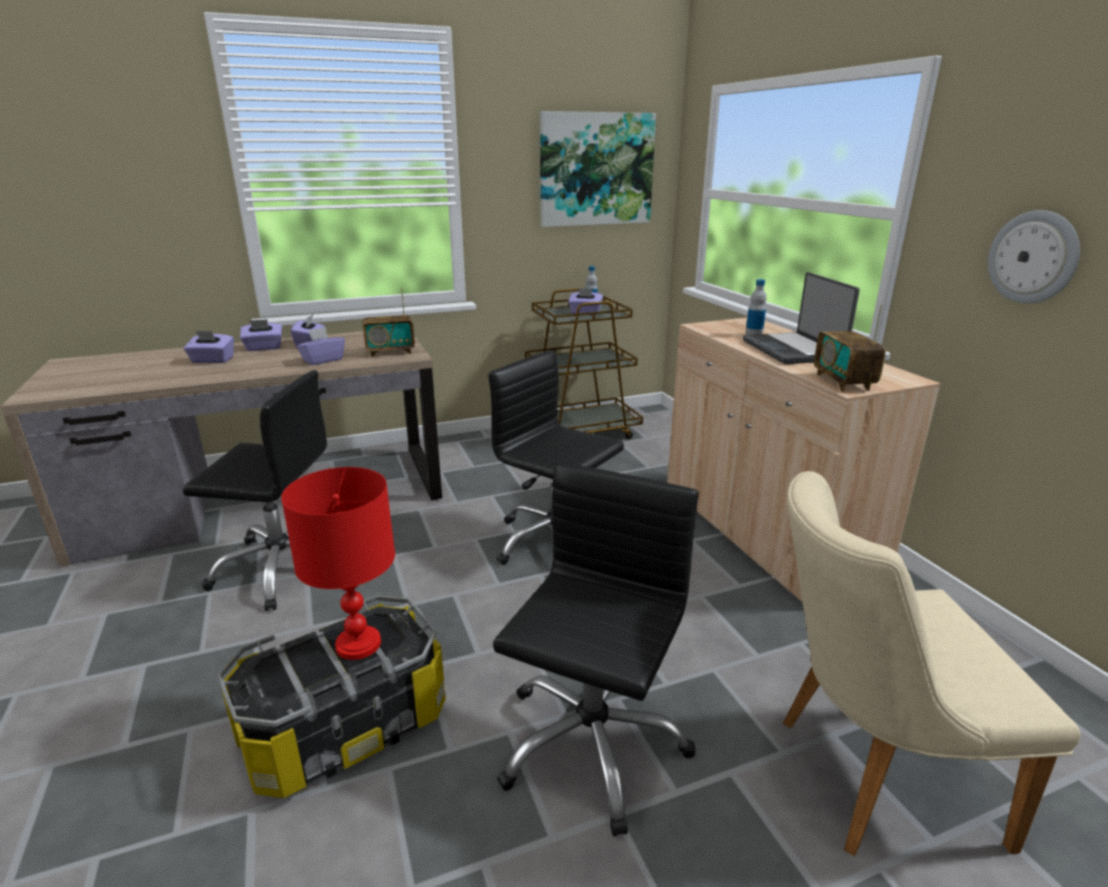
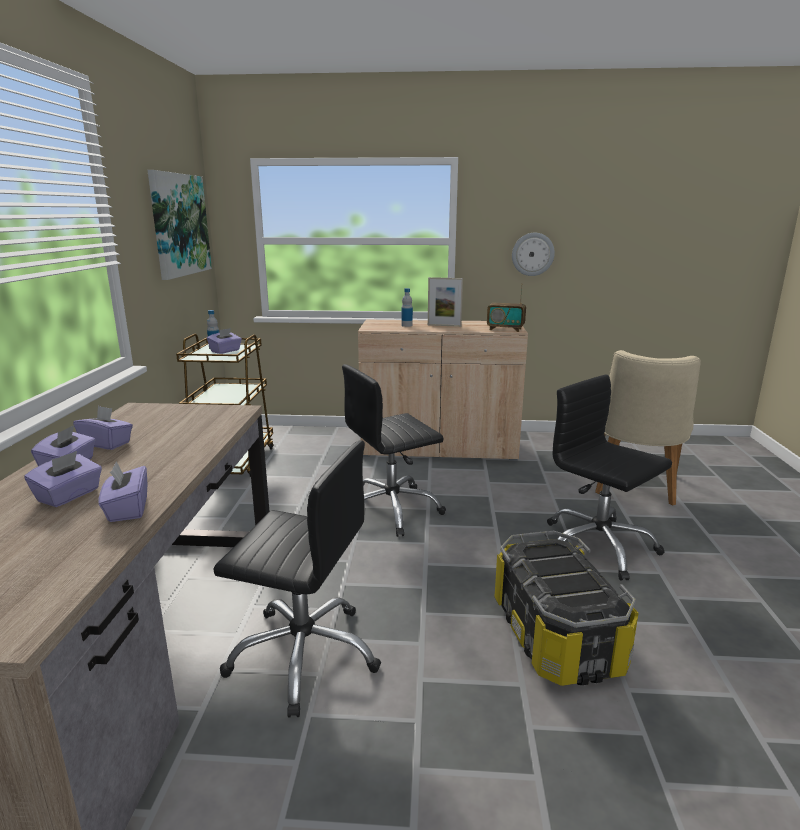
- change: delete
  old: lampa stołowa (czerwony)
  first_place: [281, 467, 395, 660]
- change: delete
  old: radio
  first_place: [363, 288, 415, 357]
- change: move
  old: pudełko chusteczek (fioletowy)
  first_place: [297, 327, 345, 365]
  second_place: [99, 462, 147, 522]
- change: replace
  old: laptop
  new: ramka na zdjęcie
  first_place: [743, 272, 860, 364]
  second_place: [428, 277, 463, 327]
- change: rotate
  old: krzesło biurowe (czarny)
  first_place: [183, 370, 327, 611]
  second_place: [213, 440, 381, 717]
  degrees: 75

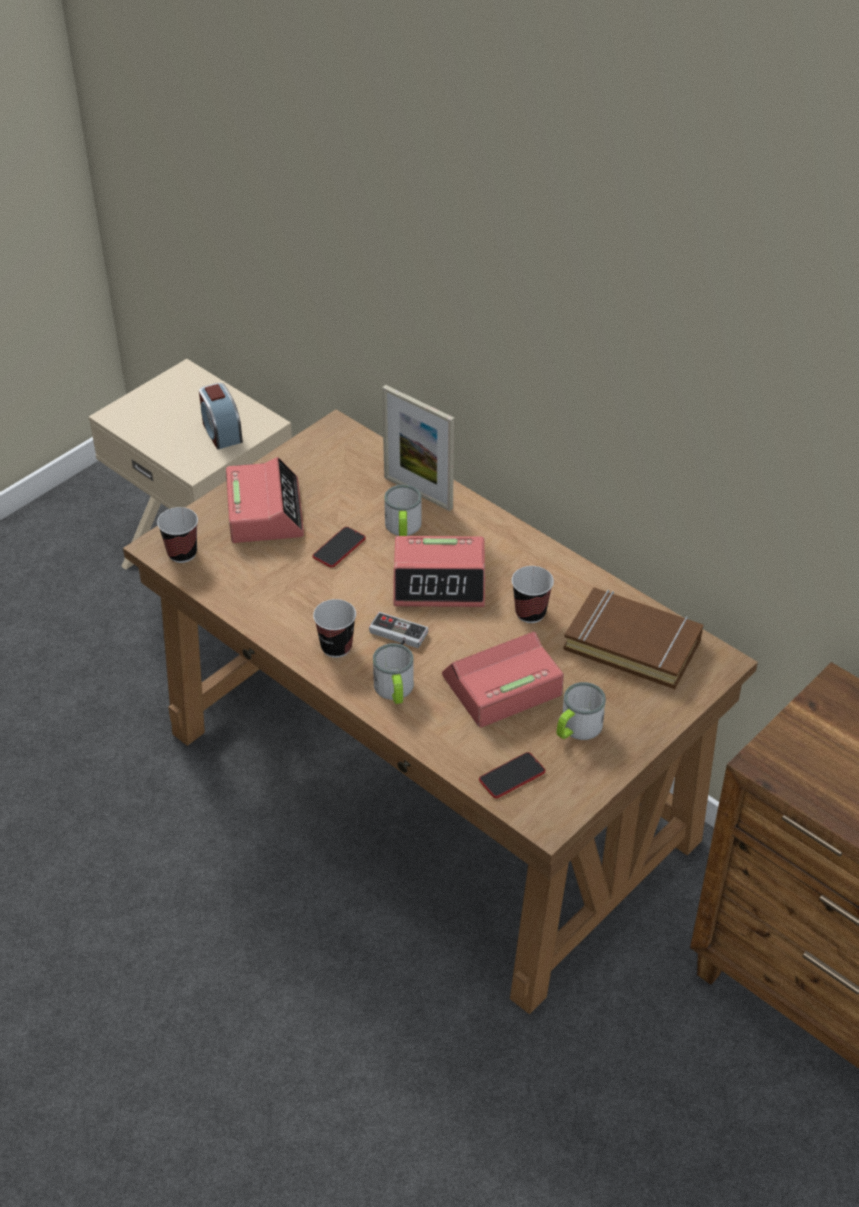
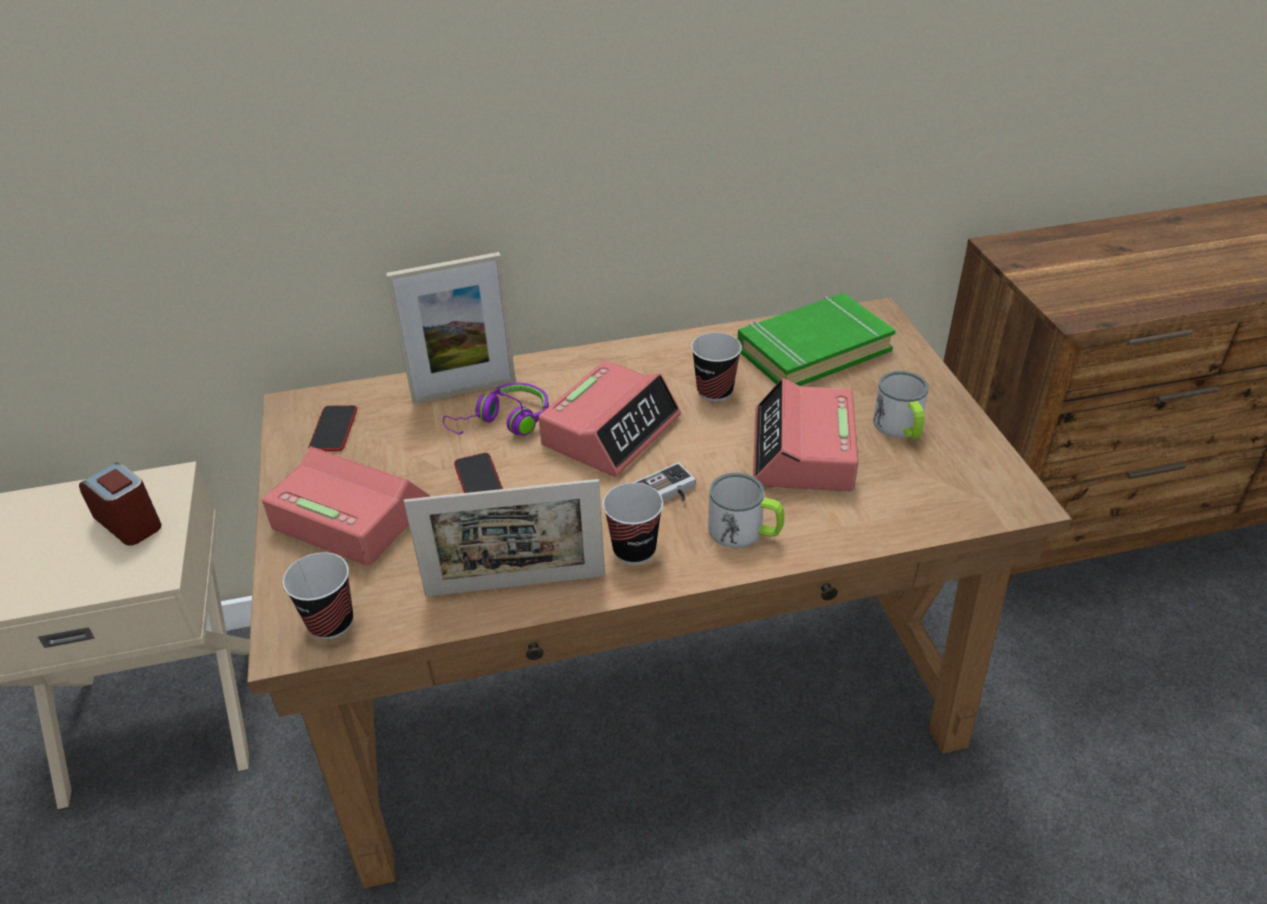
- change: insert
  new: ramka na zdjęcie
  second_place: [404, 479, 605, 596]
- change: move
  old: telefon
  first_place: [479, 752, 545, 798]
  second_place: [308, 405, 357, 452]
- change: replace
  old: kubek
  new: słuchawki (fioletowy)
  first_place: [384, 485, 422, 536]
  second_place: [443, 382, 549, 436]
- change: recolor
  old: książka (brązowy)
  new: książka (zielony)
  first_place: [563, 588, 703, 689]
  second_place: [738, 293, 896, 386]
- change: rotate
  old: budzik
  first_place: [199, 383, 243, 449]
  second_place: [79, 462, 161, 546]
  degrees: -150

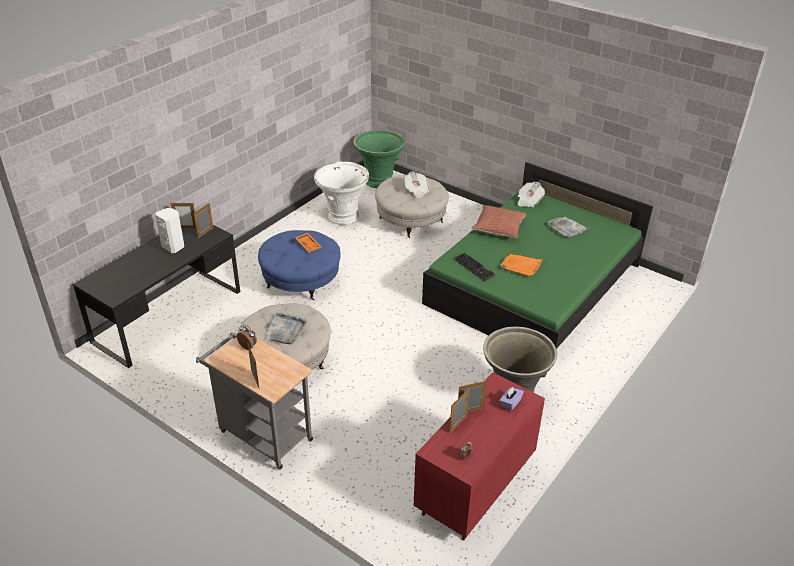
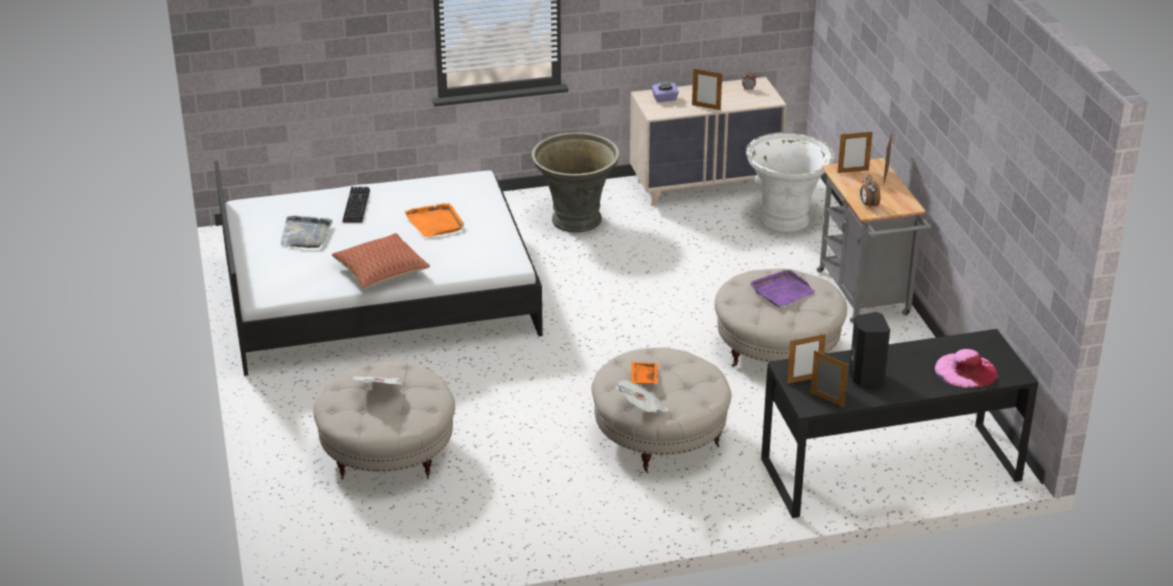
- change: delete
  old: donica (zielony)
  first_place: [354, 130, 405, 188]
- change: insert
  new: kapelusz (różowy)
  second_place: [935, 349, 998, 389]
- change: move
  old: donica (biały)
  first_place: [314, 162, 369, 225]
  second_place: [746, 132, 834, 232]
- change: move
  old: ramka na zdjęcie
  first_place: [449, 388, 470, 433]
  second_place: [837, 131, 873, 173]
- change: move
  old: klawiatura
  first_place: [454, 253, 495, 281]
  second_place: [343, 186, 370, 223]
- change: move
  old: gazeta
  first_place: [517, 182, 545, 207]
  second_place: [616, 380, 669, 413]
- change: recolor
  old: głośnik (biały)
  new: głośnik (czarny)
  first_place: [155, 208, 184, 253]
  second_place: [849, 312, 890, 386]
- change: recolor
  old: pufa (niebieski)
  new: pufa (beżowy)
  first_place: [258, 230, 341, 300]
  second_place: [591, 348, 732, 473]
- change: recolor
  old: taca (szary)
  new: taca (fioletowy)
  first_place: [264, 313, 307, 344]
  second_place: [751, 270, 815, 307]
- change: recolor
  old: komoda (czerwony)
  new: komoda (beżowy)
  first_place: [413, 372, 545, 541]
  second_place: [630, 77, 787, 206]
- change: recolor
  old: łóżko (zielony)
  new: łóżko (biały)
  first_place: [422, 162, 653, 349]
  second_place: [214, 161, 543, 376]

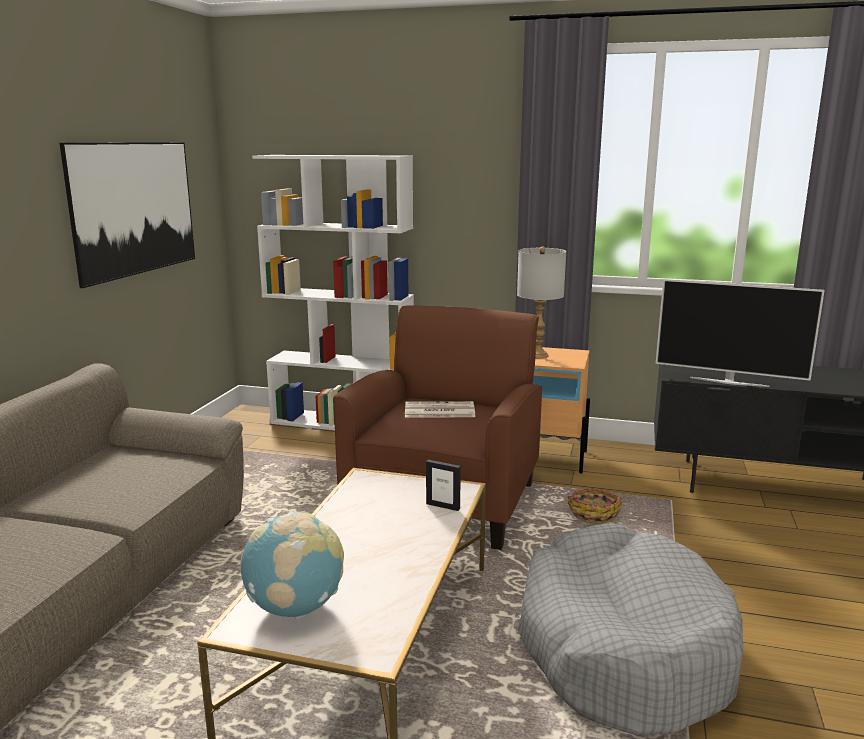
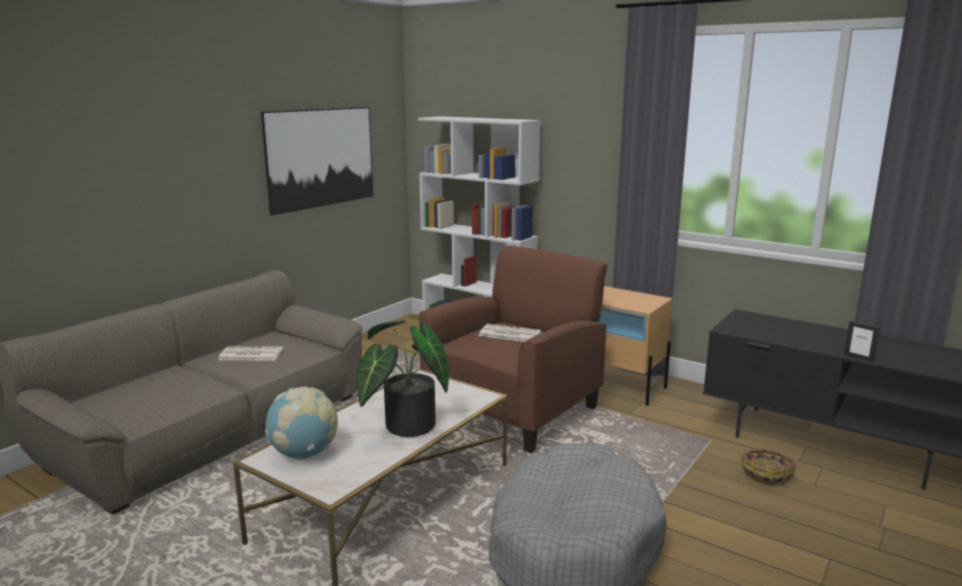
- change: delete
  old: lampa stołowa (szary)
  first_place: [517, 246, 566, 358]
- change: delete
  old: telewizor
  first_place: [655, 279, 825, 387]
- change: insert
  new: gazeta
  second_place: [218, 346, 283, 360]
- change: insert
  new: roślina doniczkowa
  second_place: [356, 321, 450, 437]
- change: move
  old: ramka na zdjęcie
  first_place: [426, 460, 461, 511]
  second_place: [844, 321, 880, 362]
- change: move
  old: koszyk
  first_place: [567, 489, 622, 524]
  second_place: [741, 449, 796, 486]

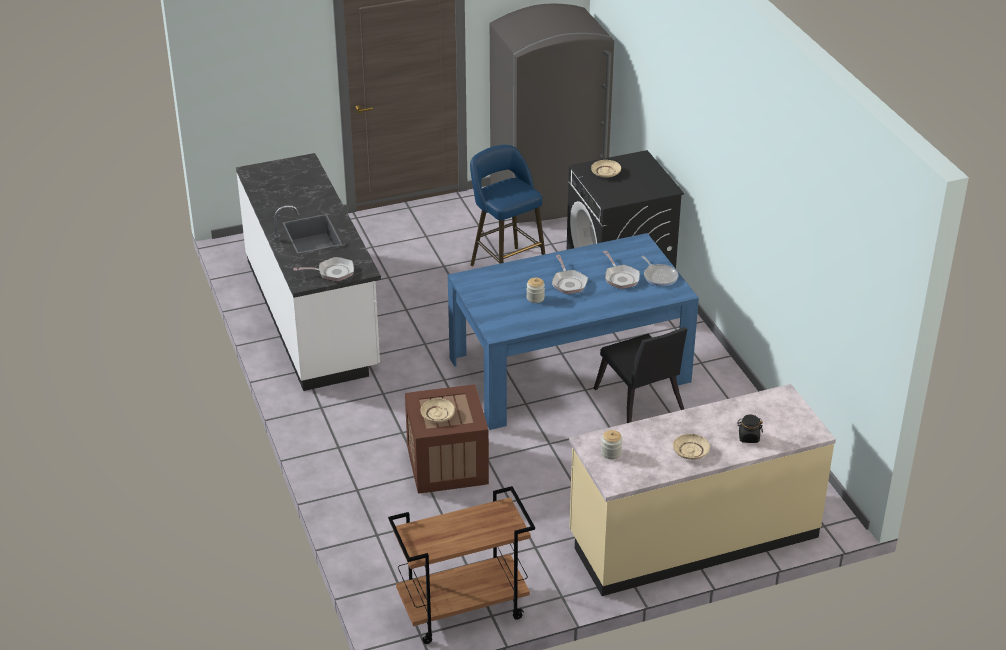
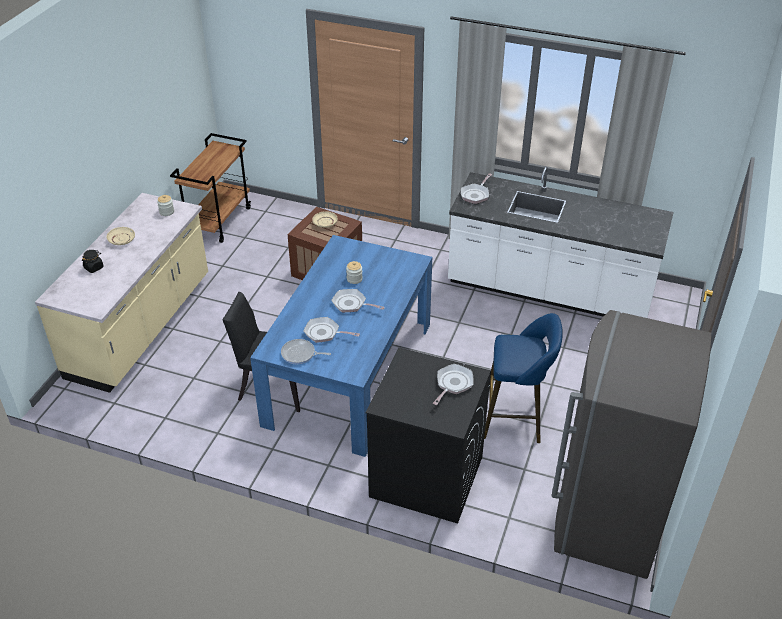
- change: replace
  old: talerz (beżowy)
  new: patelnia
  first_place: [591, 160, 621, 178]
  second_place: [433, 364, 474, 405]

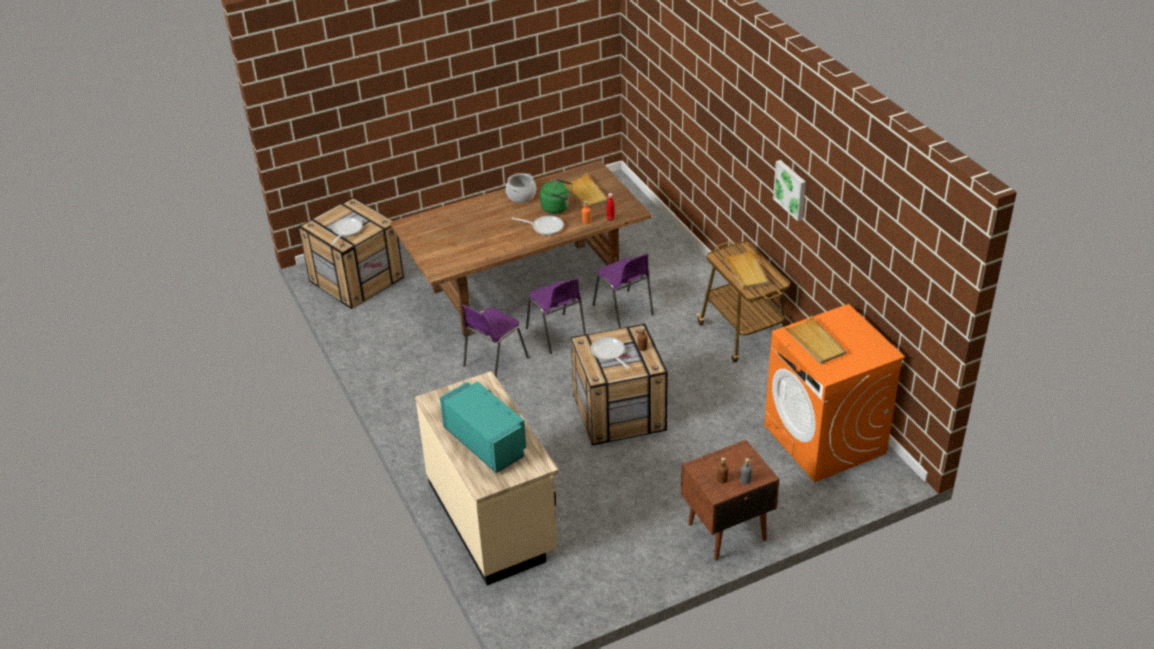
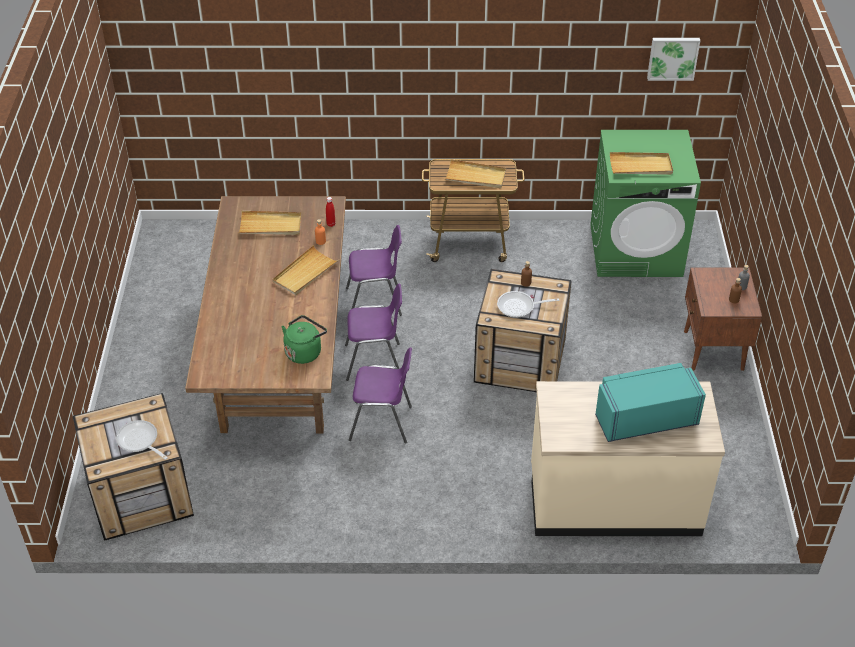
- change: delete
  old: garnek
  first_place: [506, 173, 536, 203]
- change: move
  old: czajnik (zielony)
  first_place: [540, 179, 573, 214]
  second_place: [282, 315, 327, 364]
- change: move
  old: obraz
  first_place: [773, 160, 806, 221]
  second_place: [647, 38, 700, 81]
- change: replace
  old: patelnia
  new: taca (beżowy)
  first_place: [512, 216, 564, 235]
  second_place: [272, 245, 339, 295]
- change: recolor
  old: pralka (pomarańczowy)
  new: pralka (zielony)
  first_place: [764, 304, 905, 482]
  second_place: [590, 130, 701, 277]
- change: rotate
  old: krzesło (fioletowy)
  first_place: [462, 304, 529, 378]
  second_place: [349, 347, 412, 444]
  degrees: -60

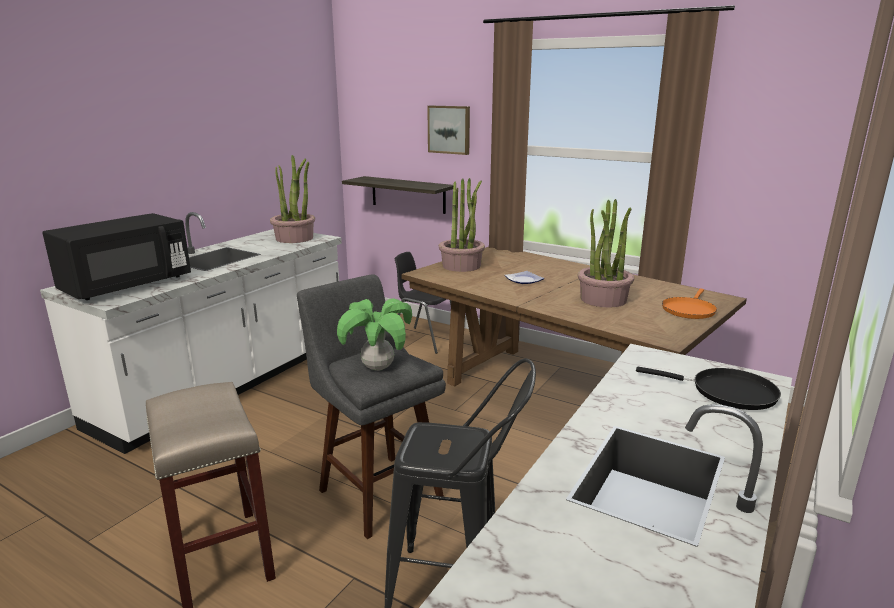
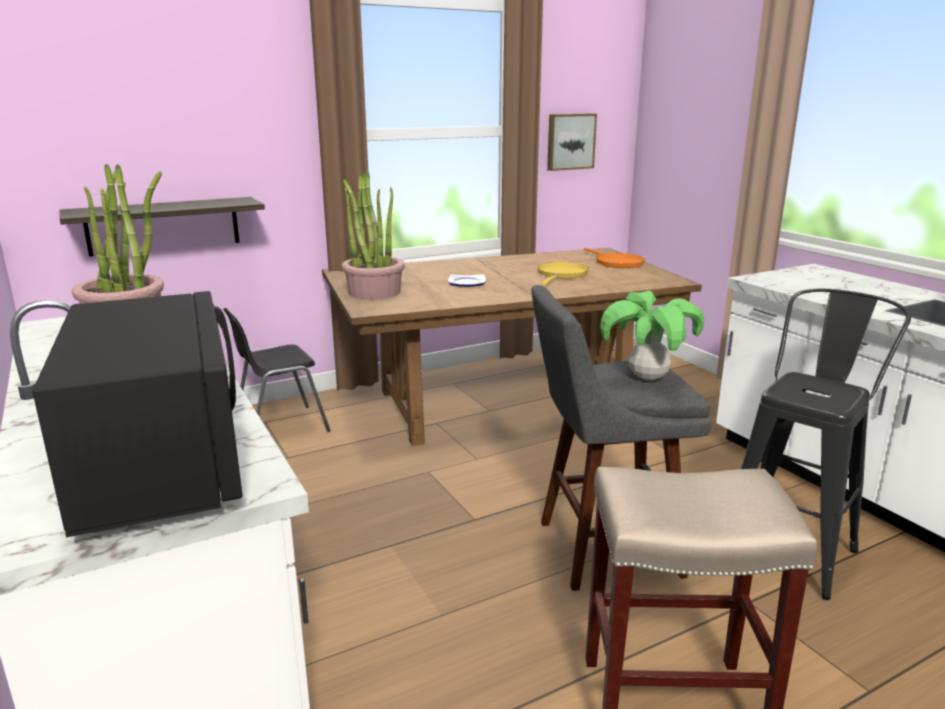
- change: delete
  old: patelnia (czarny)
  first_place: [636, 367, 781, 410]
- change: move
  old: obraz
  first_place: [427, 106, 470, 155]
  second_place: [547, 113, 597, 171]
- change: replace
  old: roślina doniczkowa
  new: patelnia (żółty)
  first_place: [578, 199, 634, 307]
  second_place: [538, 262, 589, 286]

